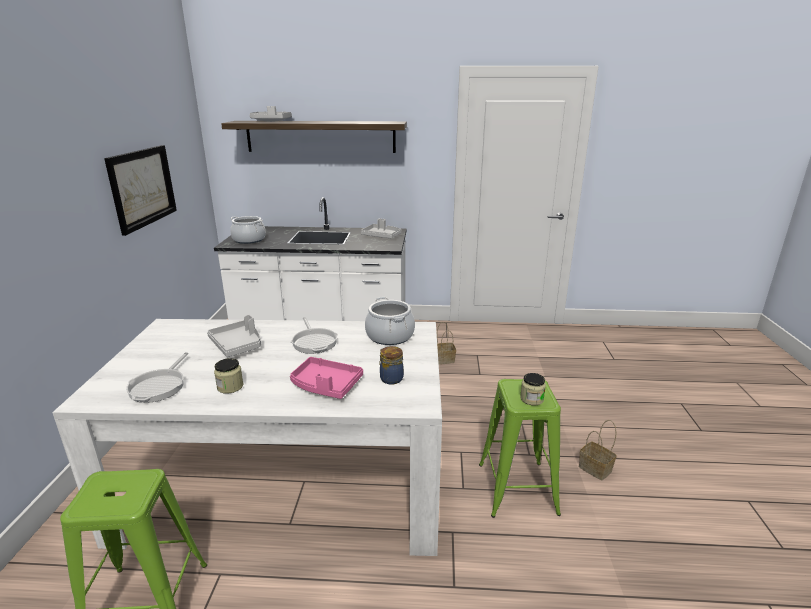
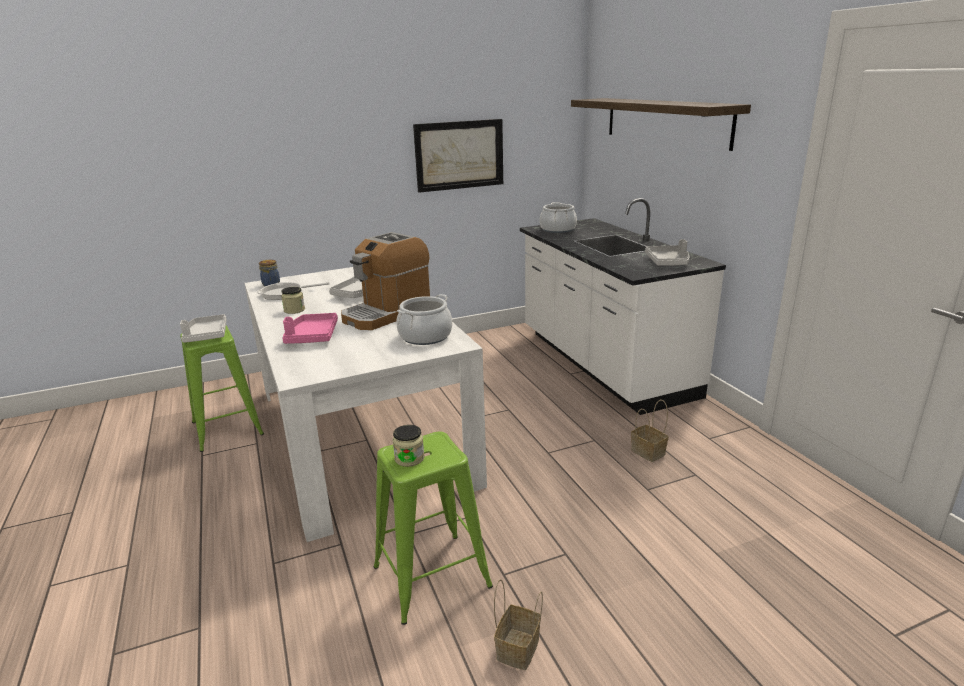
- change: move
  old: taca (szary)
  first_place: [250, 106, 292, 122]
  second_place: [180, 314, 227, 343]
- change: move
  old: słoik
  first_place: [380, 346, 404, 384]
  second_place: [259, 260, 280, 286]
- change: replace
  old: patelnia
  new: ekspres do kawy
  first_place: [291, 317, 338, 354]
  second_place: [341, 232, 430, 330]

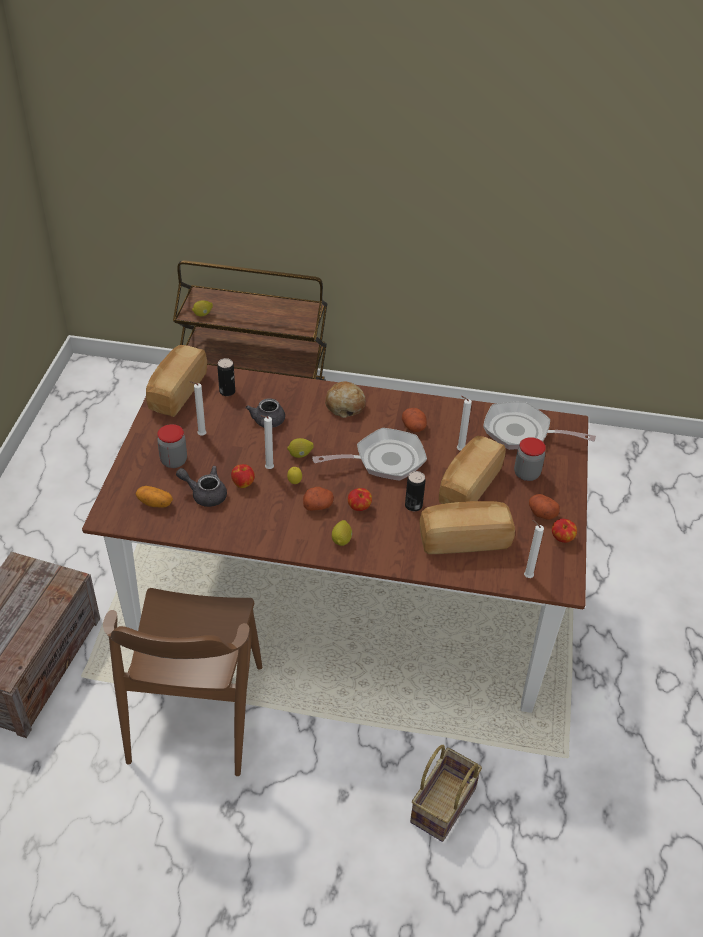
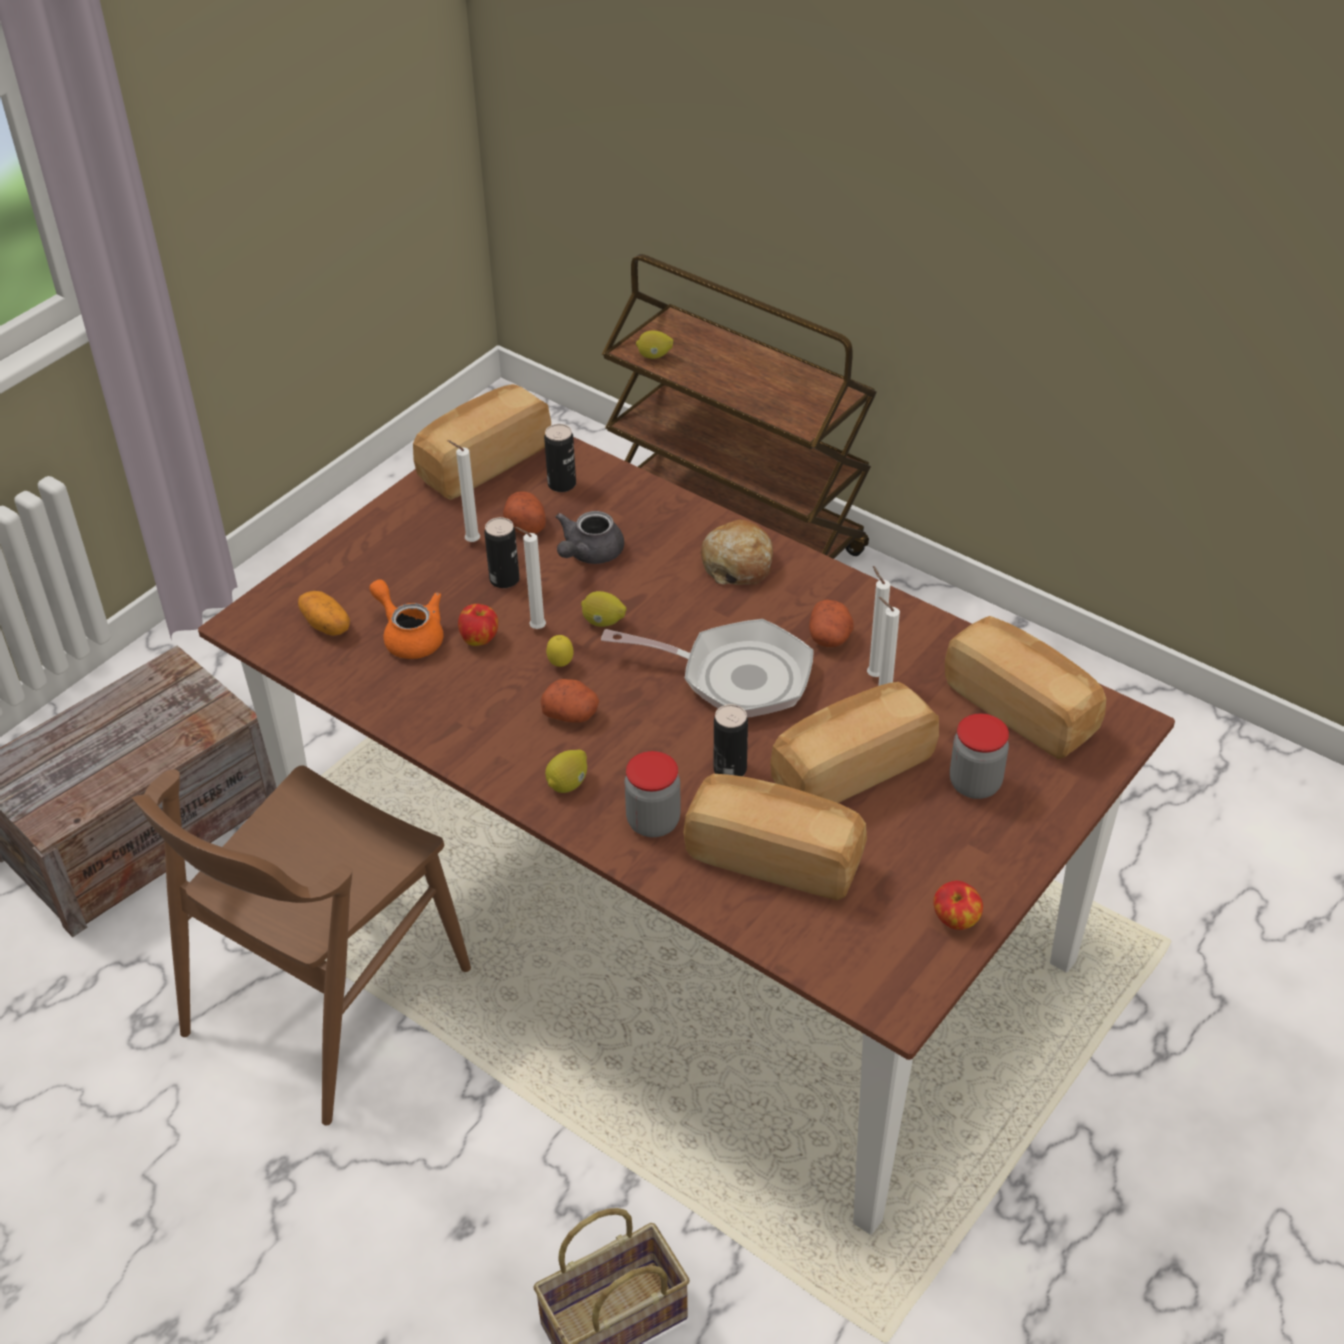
- change: delete
  old: jabłko
  first_place: [348, 488, 372, 511]
- change: insert
  new: puszka
  second_place: [484, 517, 519, 588]
- change: move
  old: słoik
  first_place: [157, 424, 187, 468]
  second_place: [625, 751, 681, 837]
- change: move
  old: świeca (biały)
  first_place: [524, 520, 544, 578]
  second_place: [867, 566, 890, 677]
- change: move
  old: ziemniak
  first_place: [529, 494, 560, 520]
  second_place: [503, 491, 546, 534]
- change: replace
  old: patelnia
  new: chleb
  first_place: [483, 401, 596, 450]
  second_place: [945, 616, 1106, 759]
- change: recolor
  old: imbryk (szary)
  new: imbryk (pomarańczowy)
  first_place: [176, 466, 227, 507]
  second_place: [370, 579, 443, 659]

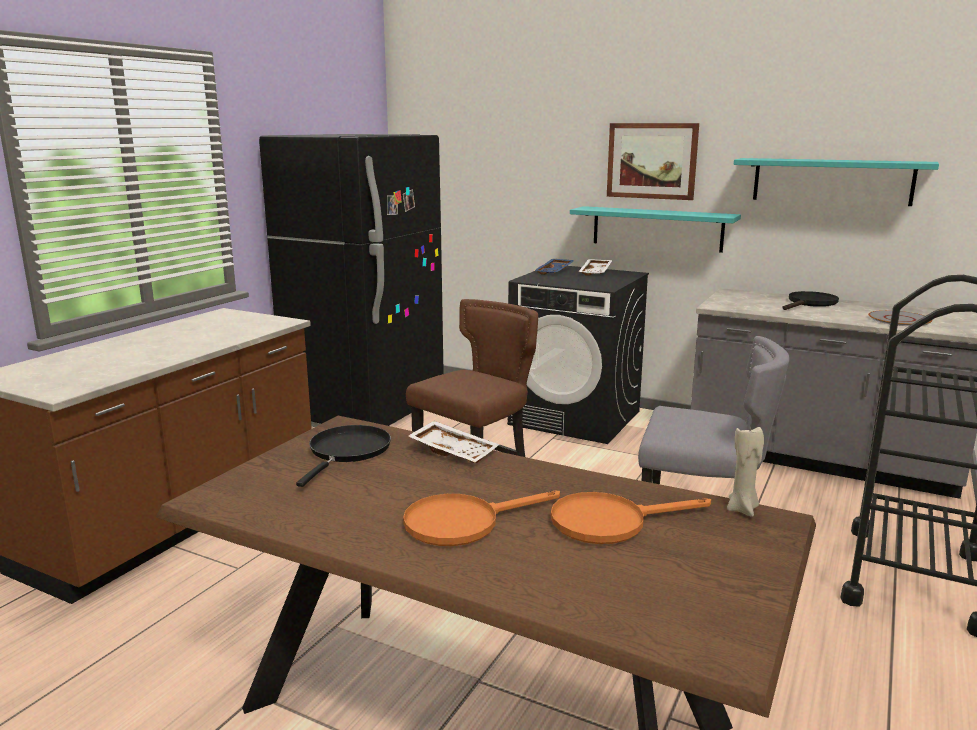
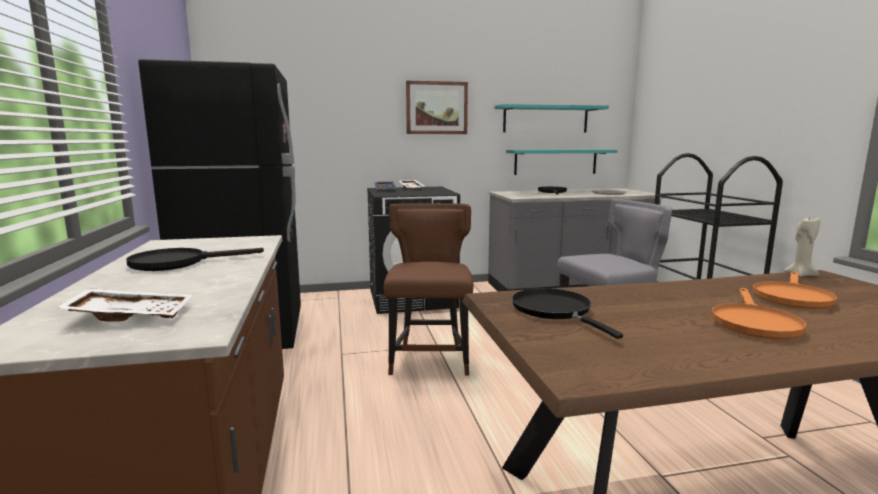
- change: insert
  new: patelnia (czarny)
  second_place: [126, 248, 264, 271]
- change: move
  old: taca (biały)
  first_place: [408, 421, 500, 463]
  second_place: [56, 288, 192, 322]
- change: move
  old: półka (turkusowy)
  first_place: [570, 206, 741, 253]
  second_place: [506, 149, 618, 175]

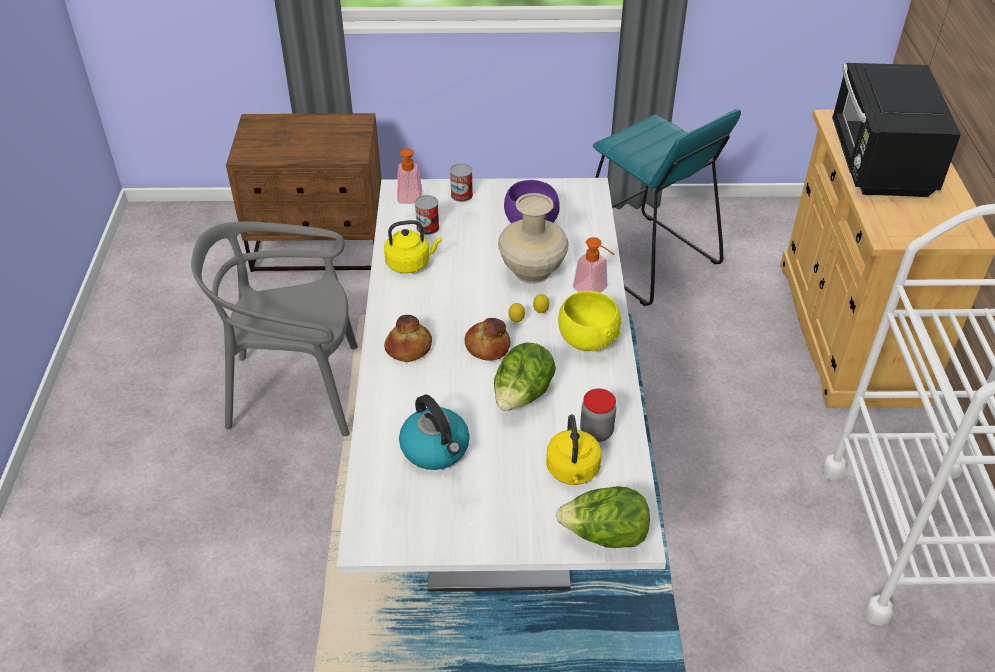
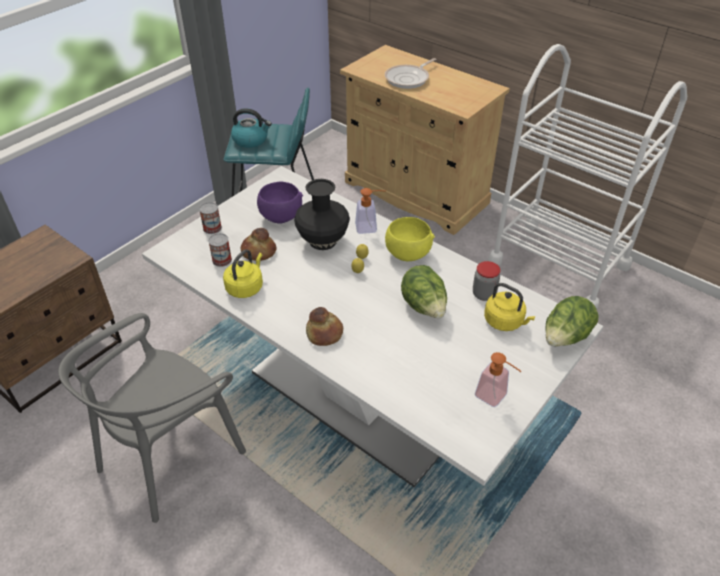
- change: move
  old: dozownik mydła
  first_place: [397, 148, 422, 204]
  second_place: [474, 352, 521, 407]
- change: move
  old: czajnik
  first_place: [399, 394, 470, 470]
  second_place: [231, 108, 272, 148]
- change: move
  old: chleb
  first_place: [464, 318, 510, 361]
  second_place: [241, 228, 277, 261]
- change: replace
  old: mikrofalówka (czarny)
  new: patelnia
  first_place: [832, 63, 961, 197]
  second_place: [385, 58, 436, 89]
- change: recolor
  old: wazon (beżowy)
  new: wazon (czarny)
  first_place: [498, 193, 569, 284]
  second_place: [294, 179, 350, 250]

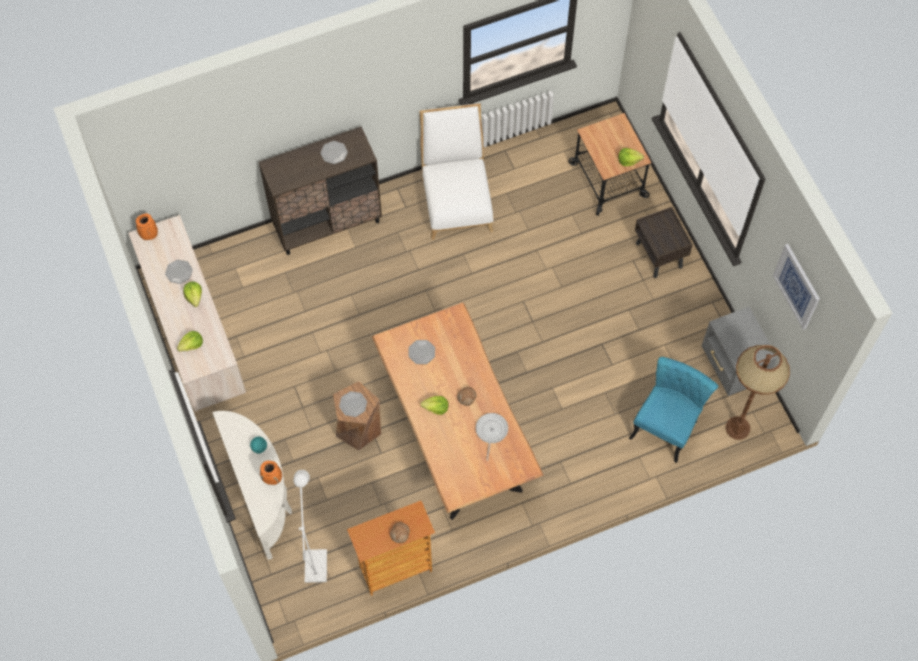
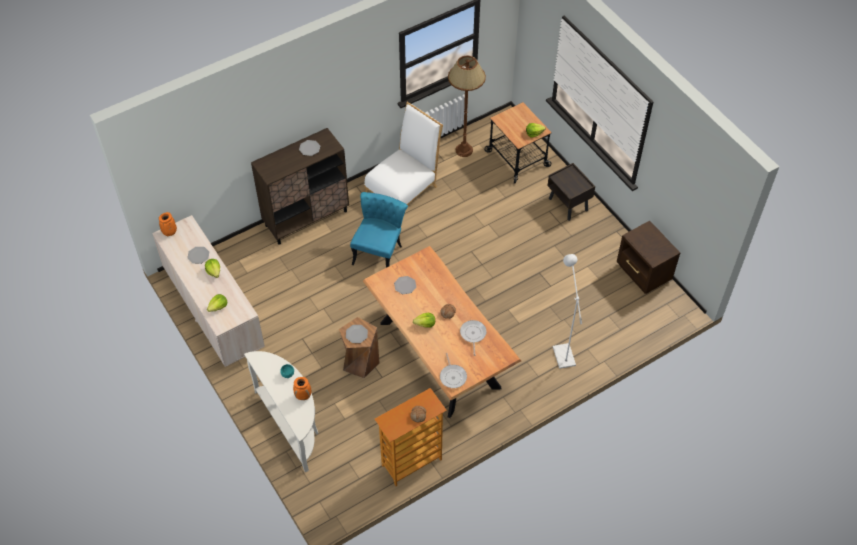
- change: delete
  old: obraz
  first_place: [773, 244, 820, 330]
- change: insert
  new: patelnia
  second_place: [440, 353, 467, 388]
- change: move
  old: lampa stojąca (biały)
  first_place: [293, 470, 327, 583]
  second_place: [553, 254, 582, 369]
- change: move
  old: krzesło (turkusowy)
  first_place: [629, 357, 719, 463]
  second_place: [350, 192, 408, 268]
- change: move
  old: lampa stojąca (brązowy)
  first_place: [726, 345, 790, 440]
  second_place: [448, 56, 486, 157]
- change: recolor
  old: szafka nocna (szary)
  new: szafka nocna (brązowy)
  first_place: [702, 307, 777, 396]
  second_place: [617, 221, 680, 294]
- change: rotate
  old: krzesło (biały)
  first_place: [419, 103, 493, 240]
  second_place: [364, 102, 443, 205]
  degrees: 60

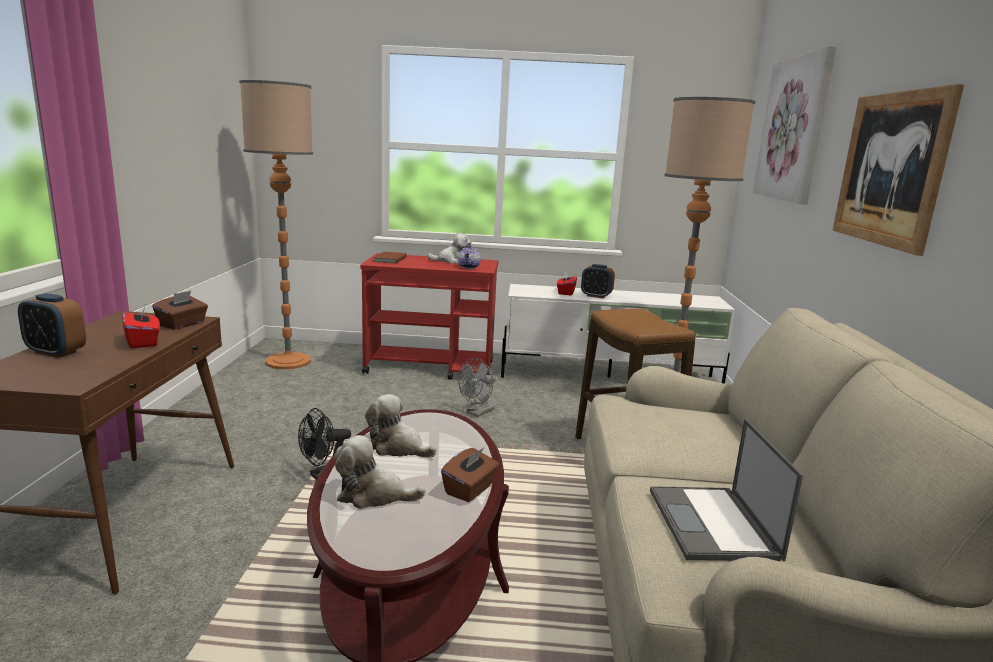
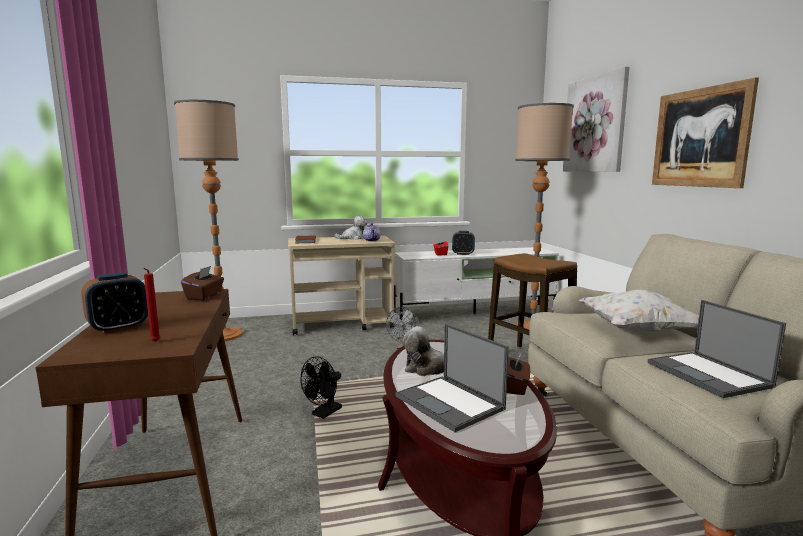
- change: delete
  old: pudełko chusteczek (czerwony)
  first_place: [122, 303, 160, 348]
- change: insert
  new: świeca (czerwony)
  second_place: [144, 268, 160, 342]
- change: insert
  new: poduszka (biały)
  second_place: [579, 290, 699, 332]
- change: replace
  old: pluszak
  new: laptop
  first_place: [334, 435, 425, 509]
  second_place: [396, 323, 509, 432]
- change: recolor
  old: wózek (czerwony)
  new: wózek (beżowy)
  first_place: [360, 253, 498, 380]
  second_place: [288, 235, 395, 335]
- change: rotate
  old: budzik
  first_place: [18, 293, 86, 358]
  second_place: [81, 272, 148, 334]
  degrees: -45

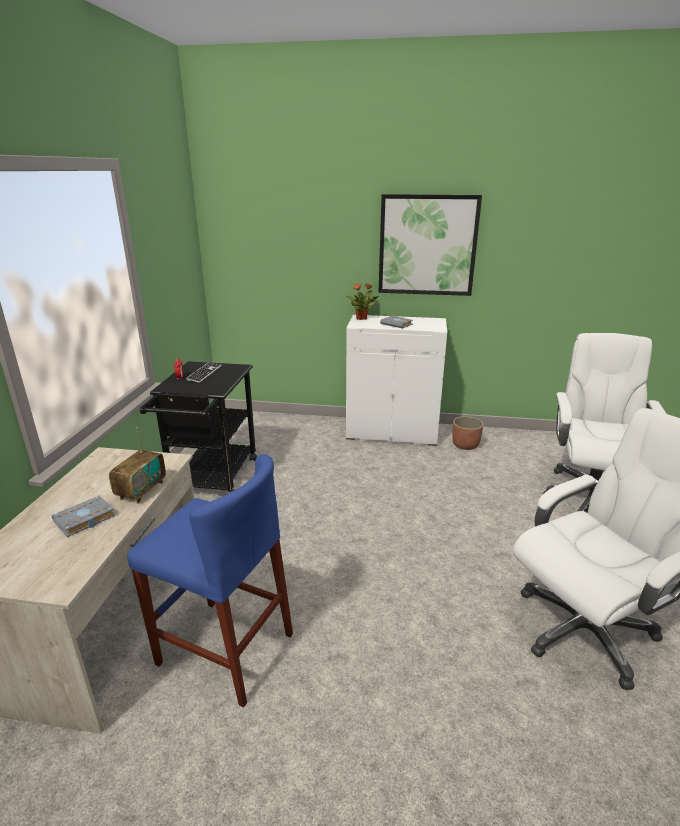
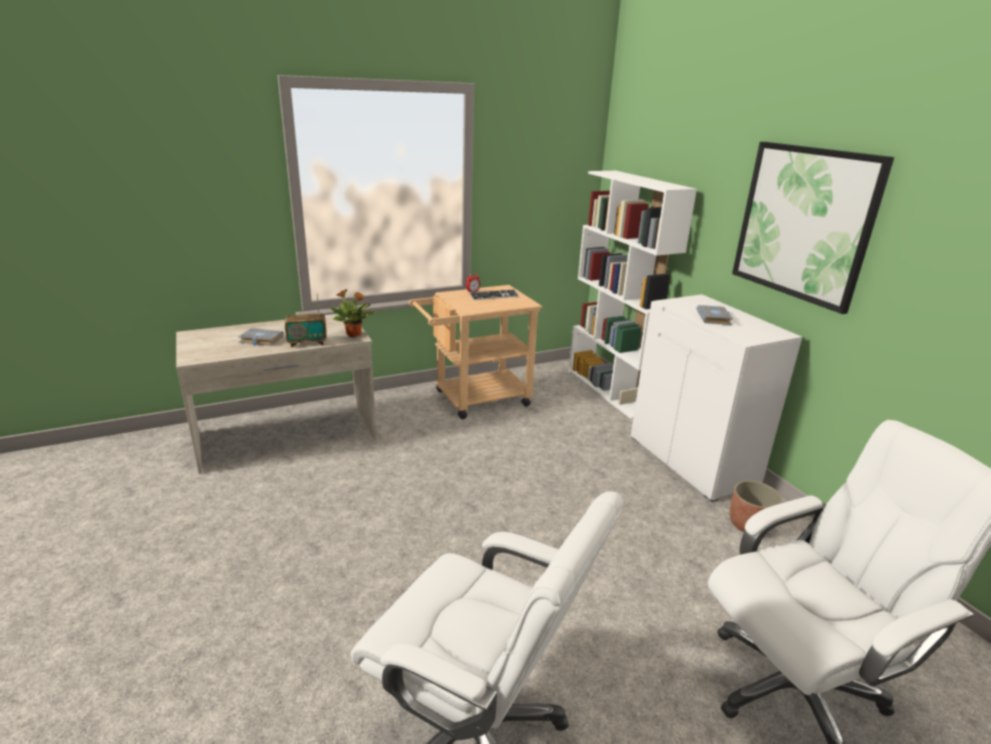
- change: delete
  old: stołek (niebieski)
  first_place: [127, 454, 293, 708]
- change: insert
  new: regał (biały)
  second_place: [569, 171, 697, 420]
- change: move
  old: roślina doniczkowa
  first_place: [347, 283, 379, 320]
  second_place: [329, 289, 374, 337]
- change: recolor
  old: wózek (czarny)
  new: wózek (beżowy)
  first_place: [140, 361, 257, 494]
  second_place: [409, 285, 542, 419]

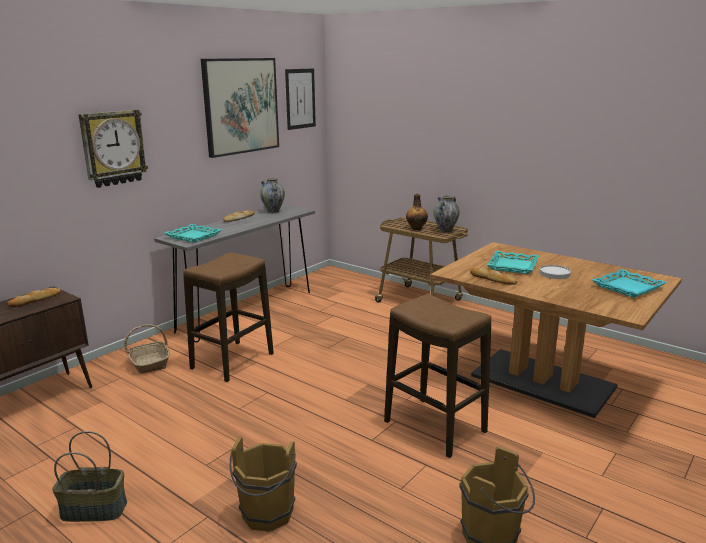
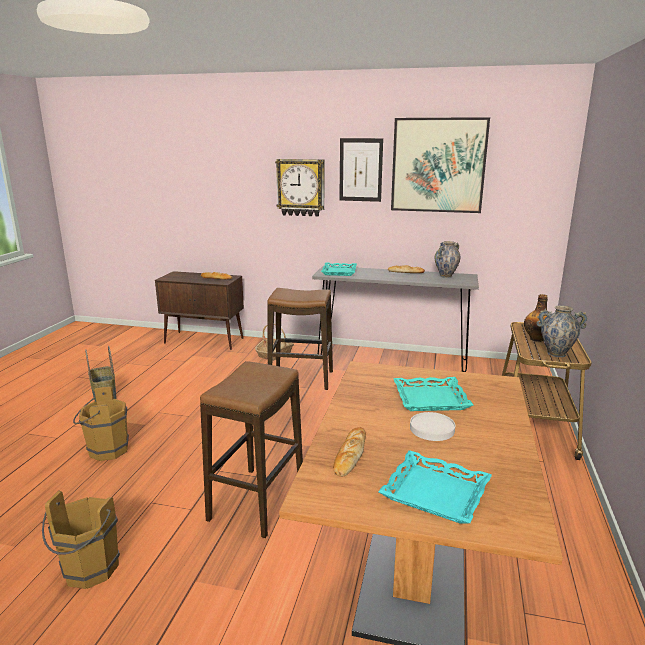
- change: move
  old: obraz
  first_place: [285, 68, 316, 130]
  second_place: [339, 138, 383, 202]
- change: move
  old: chleb
  first_place: [470, 268, 517, 285]
  second_place: [333, 427, 366, 477]

